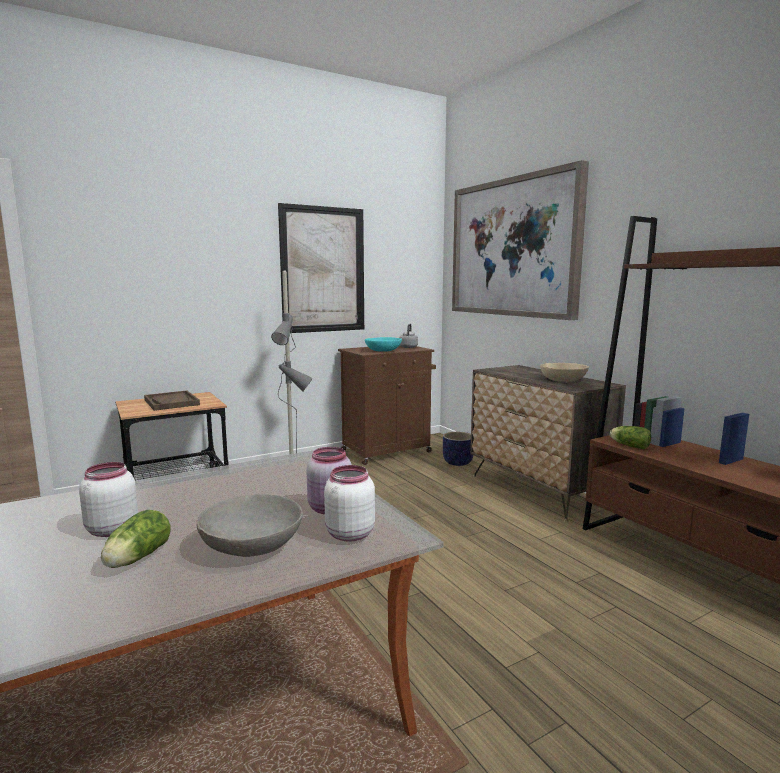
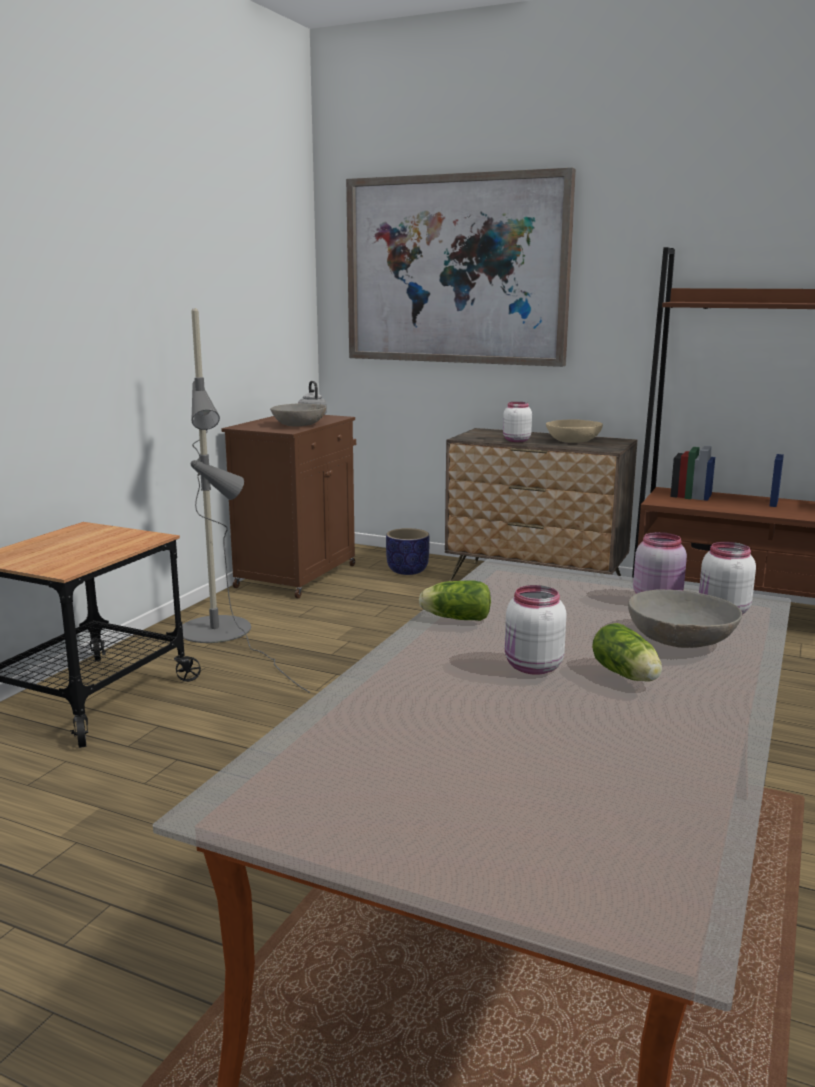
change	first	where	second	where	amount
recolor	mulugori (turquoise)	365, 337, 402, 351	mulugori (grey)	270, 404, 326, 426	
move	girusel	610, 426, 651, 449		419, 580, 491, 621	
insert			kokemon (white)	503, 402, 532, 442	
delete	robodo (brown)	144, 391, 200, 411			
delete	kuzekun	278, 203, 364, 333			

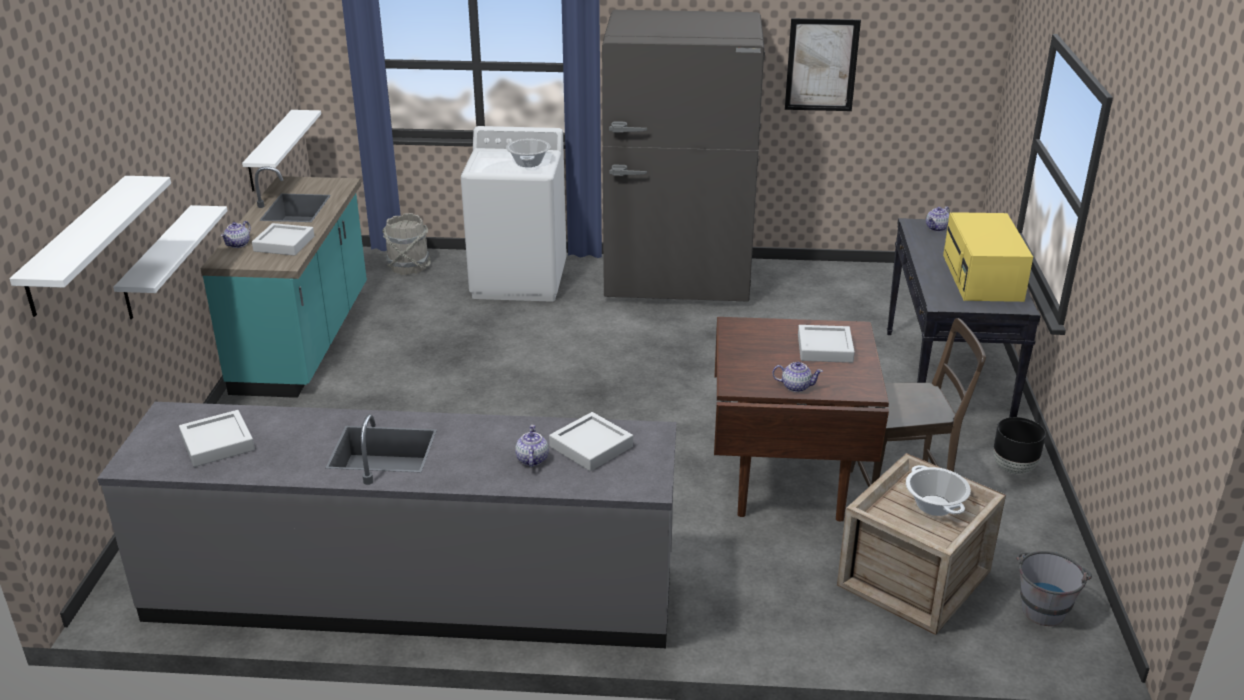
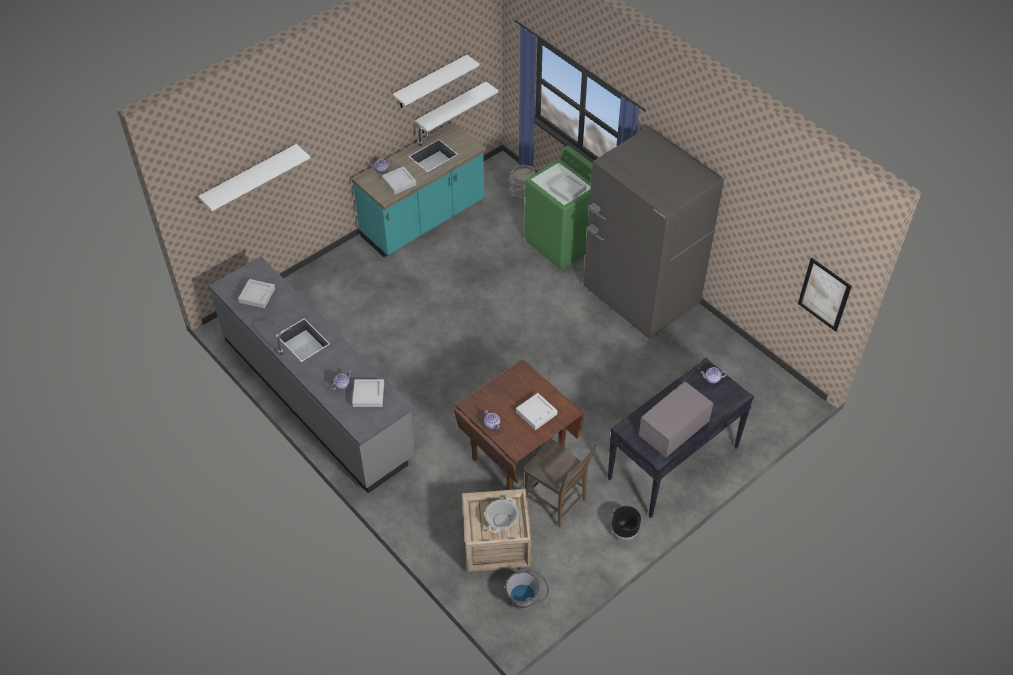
change	first	where	second	where	amount
move	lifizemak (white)	113, 205, 228, 319		393, 55, 480, 108	
recolor	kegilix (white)	461, 126, 567, 302	kegilix (green)	525, 146, 592, 270	
replace	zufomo	506, 139, 550, 167	robodo (grey)	550, 173, 586, 202	
recolor	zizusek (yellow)	943, 212, 1033, 302	zizusek (grey)	639, 382, 713, 457	
move	kuzekun	785, 18, 861, 111		798, 258, 852, 332	

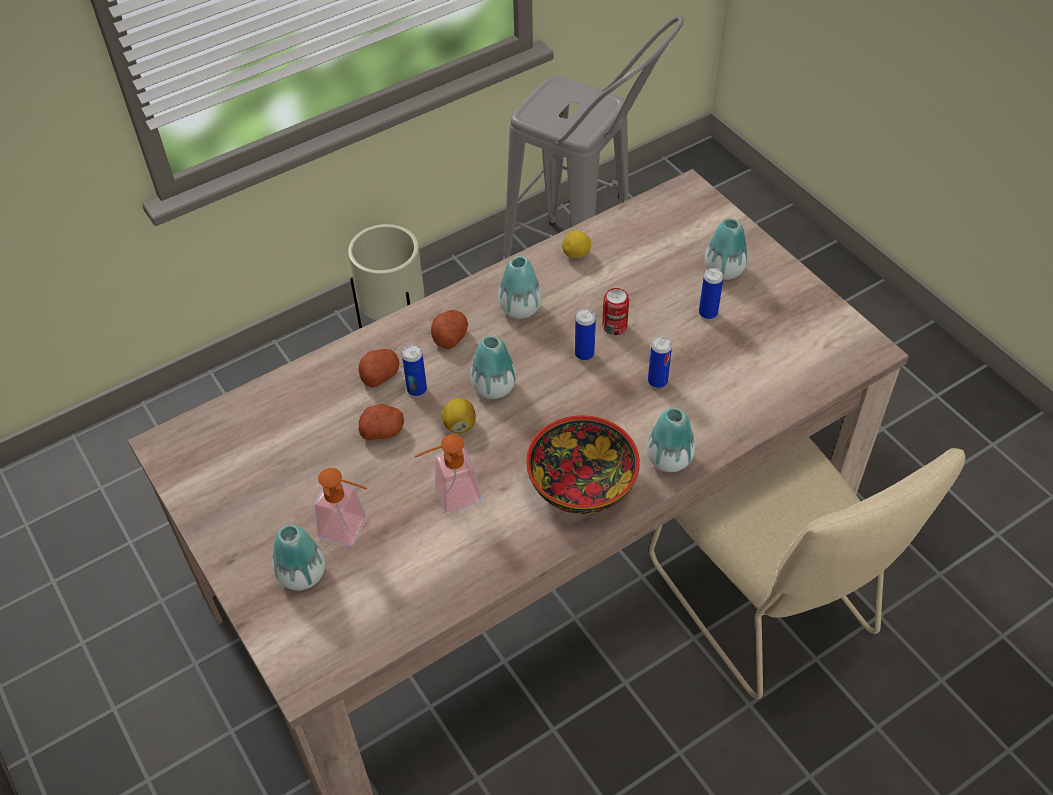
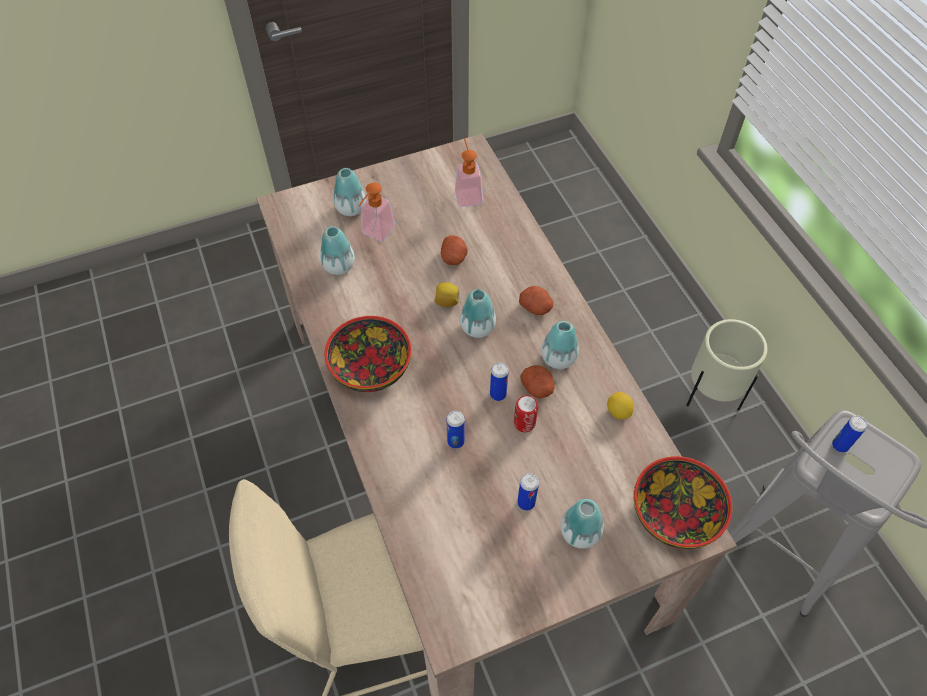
change	first	where	second	where	amount
move	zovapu	647, 408, 695, 472		320, 226, 355, 275	
move	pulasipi	415, 434, 481, 513		455, 138, 483, 207	
move	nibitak	358, 349, 399, 388		521, 365, 555, 399	
insert			mulugori	634, 456, 732, 549	
move	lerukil	402, 345, 427, 396		832, 416, 868, 453	

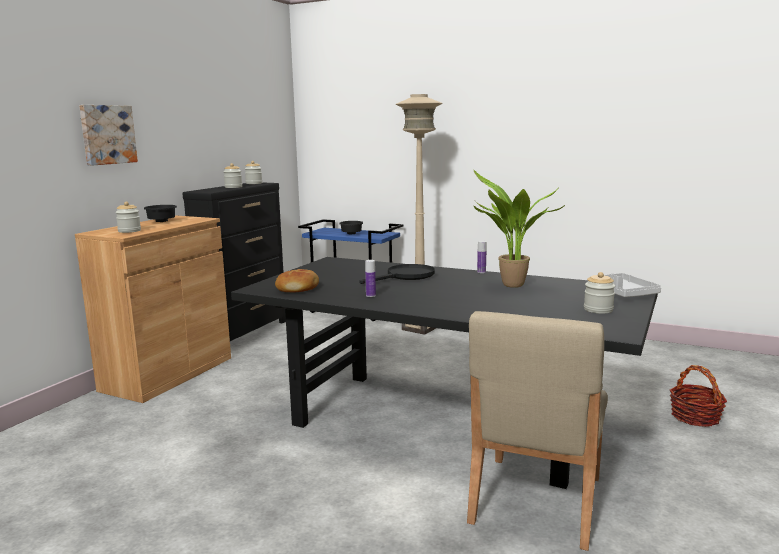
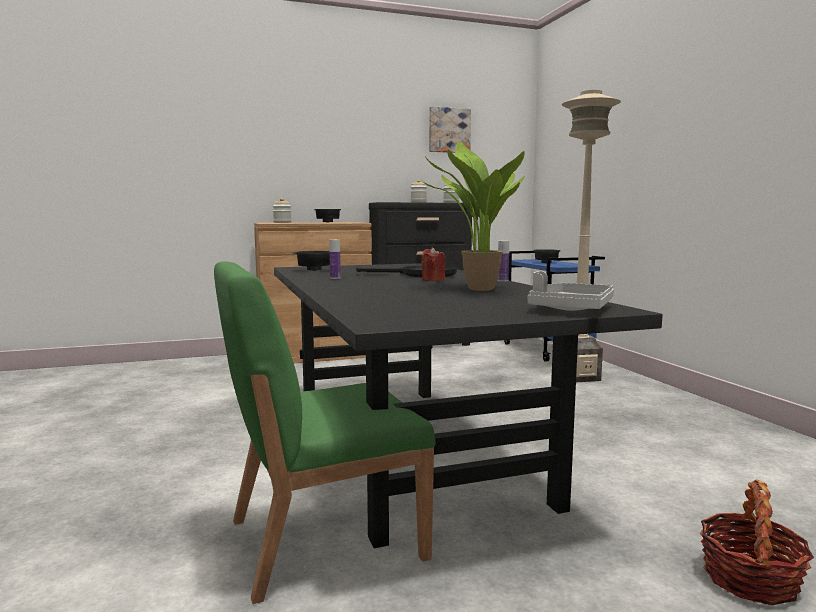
change	first	where	second	where	amount
recolor	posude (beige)	467, 311, 608, 551	posude (green)	214, 261, 435, 604	
replace	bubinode	275, 269, 319, 292	mulugori (black)	294, 251, 330, 271	
insert			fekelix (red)	421, 247, 445, 281	
move	kuzekun	79, 105, 138, 166		429, 106, 471, 153	
delete	kokemon	584, 272, 615, 314			

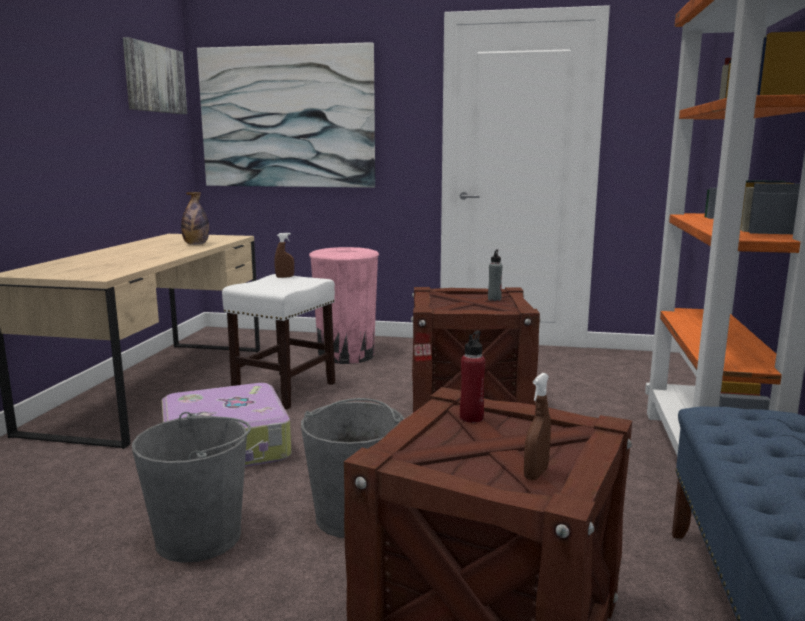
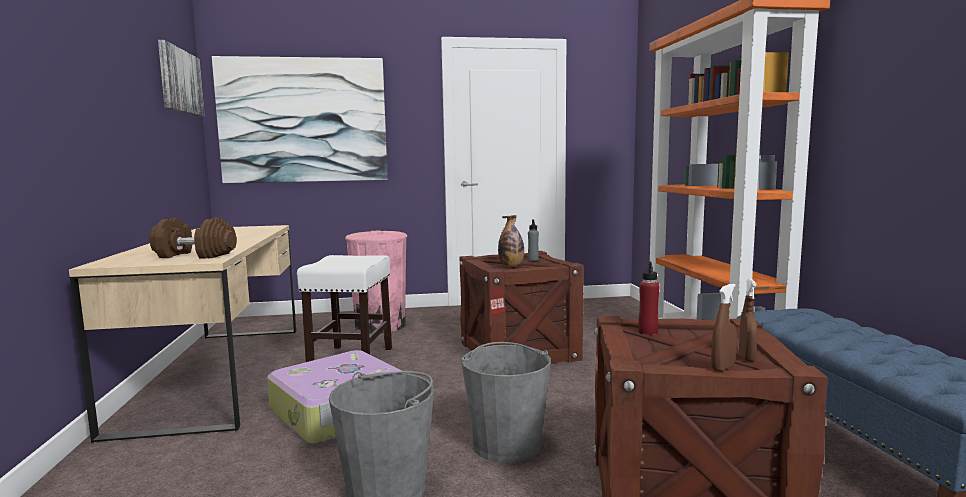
change	first	where	second	where	amount
insert			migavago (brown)	149, 218, 237, 259	
move	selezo	181, 192, 209, 245		498, 215, 524, 266	
move	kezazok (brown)	274, 233, 294, 278		711, 284, 737, 371	

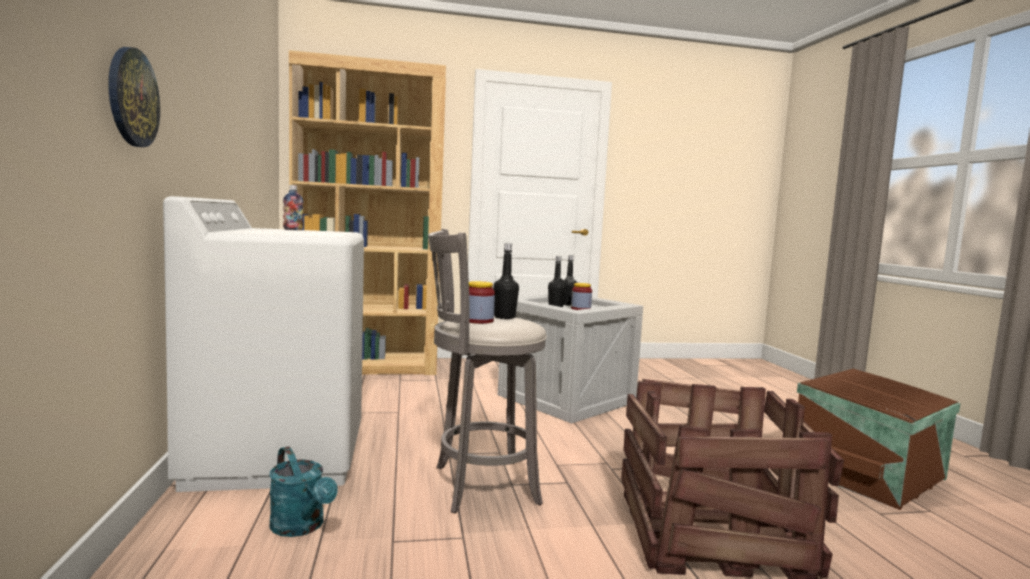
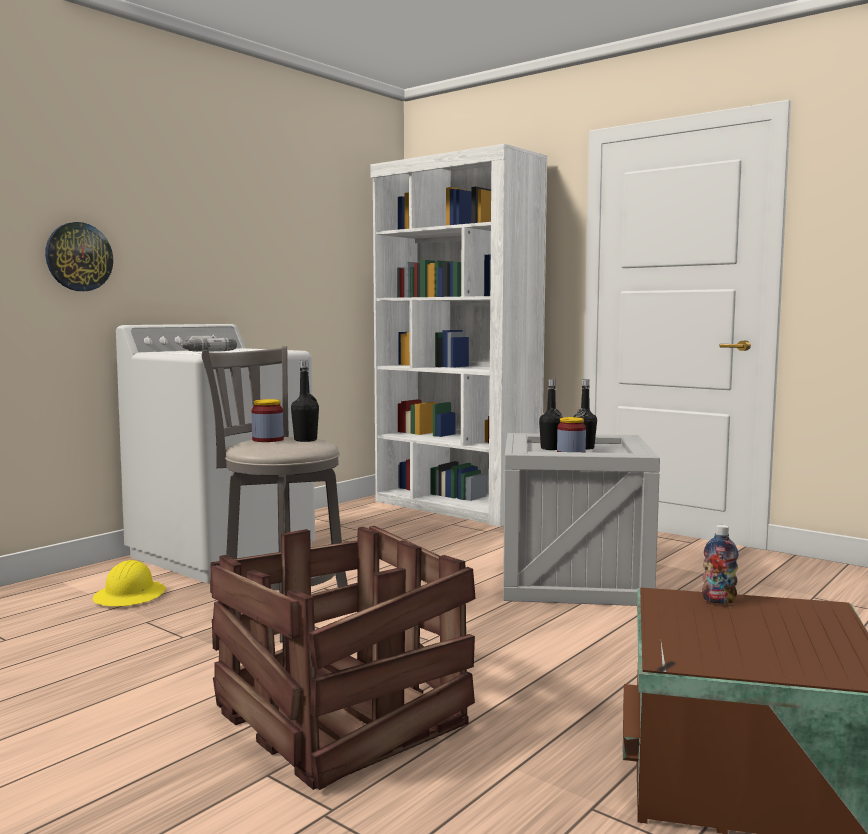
change	first	where	second	where	amount
replace	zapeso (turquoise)	269, 446, 338, 537	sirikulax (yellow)	93, 560, 166, 606	
insert			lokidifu	180, 336, 237, 351	
recolor	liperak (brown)	289, 50, 446, 375	liperak (white)	370, 144, 547, 527	
move	selezo	283, 185, 303, 230		702, 525, 739, 604	

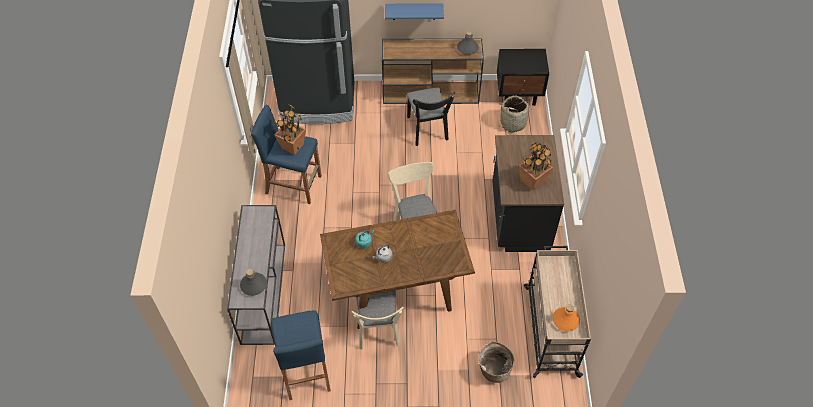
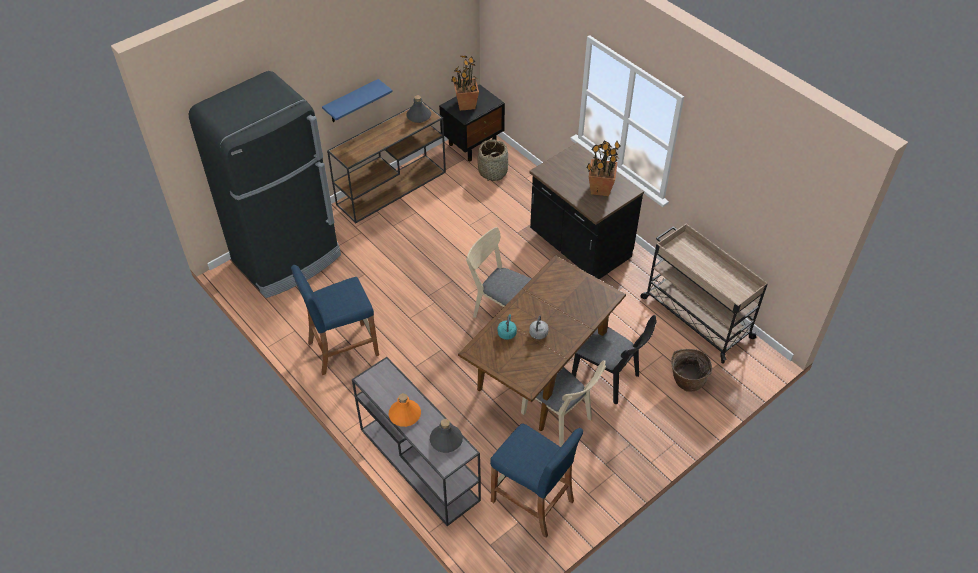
change	first	where	second	where	amount
move	selezo (orange)	553, 304, 580, 331		388, 393, 421, 427	
move	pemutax	274, 105, 306, 155		451, 56, 479, 111	
move	posude (black)	407, 88, 455, 146		572, 315, 657, 405	

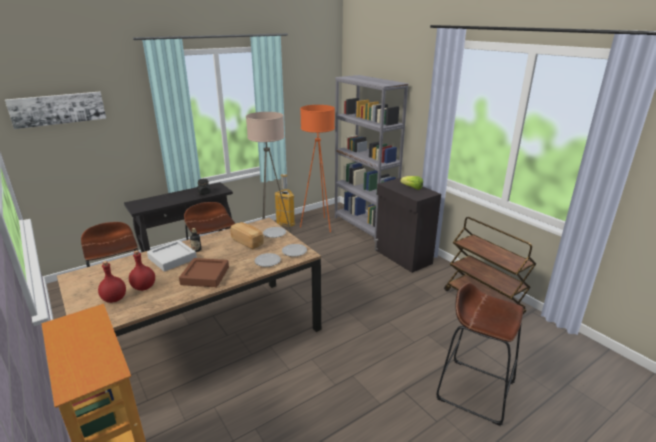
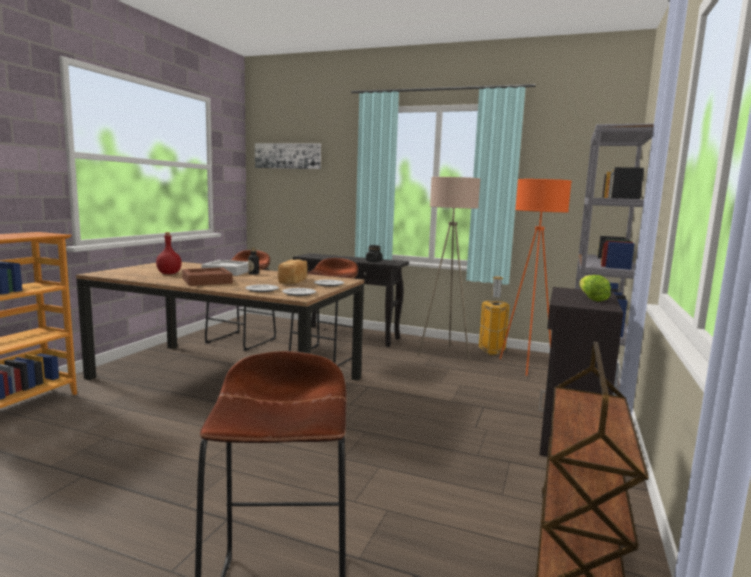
change	first	where	second	where	amount
delete	selezo (red)	98, 261, 126, 303			

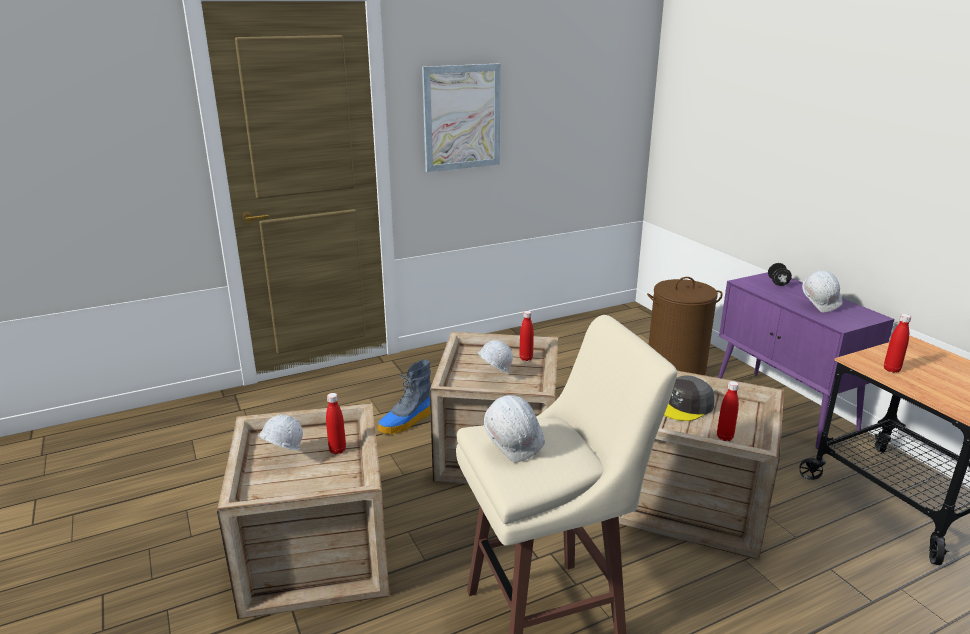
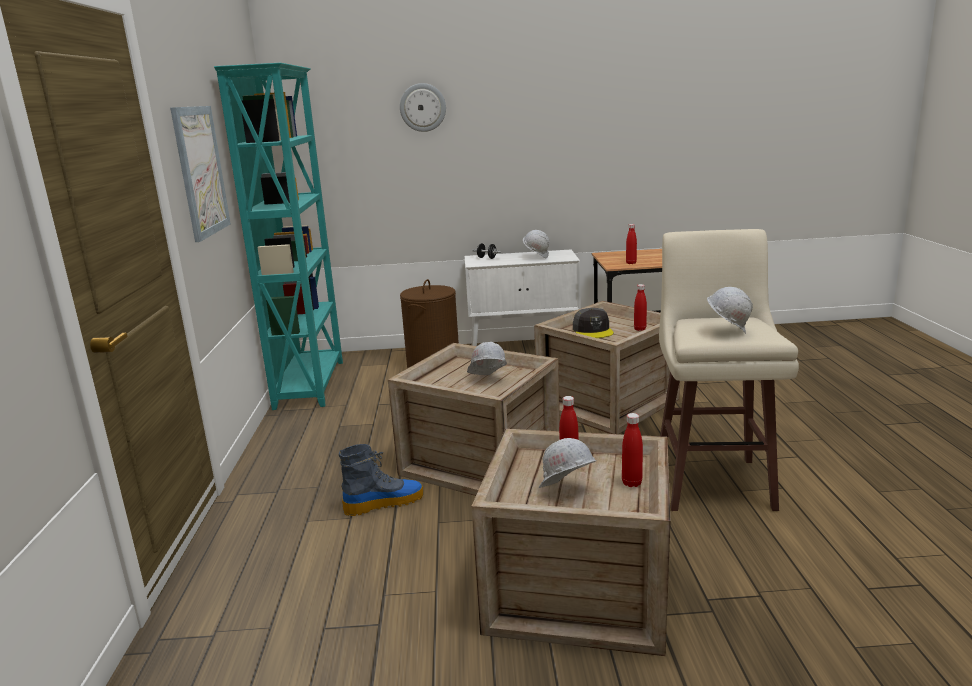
change	first	where	second	where	amount
insert			liperak (turquoise)	214, 63, 343, 410	
rotate	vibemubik	378, 359, 431, 435		339, 444, 424, 516	90 degrees counterclockwise
insert			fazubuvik	400, 83, 446, 132	
recolor	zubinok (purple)	718, 272, 894, 449	zubinok (white)	465, 249, 580, 346	
move	selezo (red)	519, 311, 534, 361		622, 413, 643, 487	

